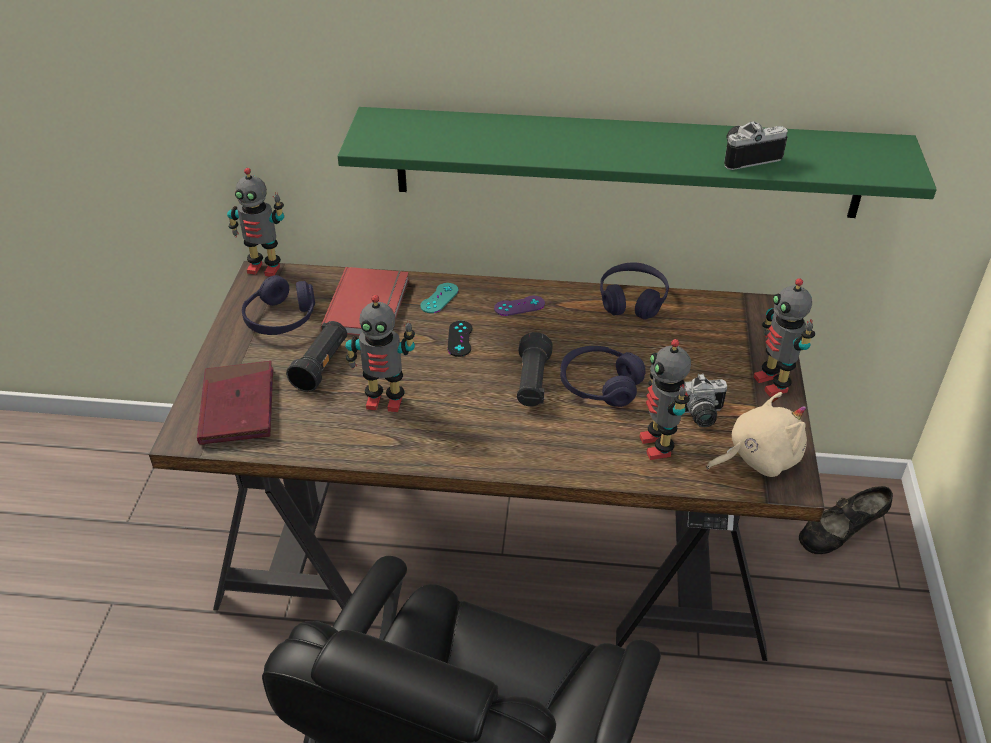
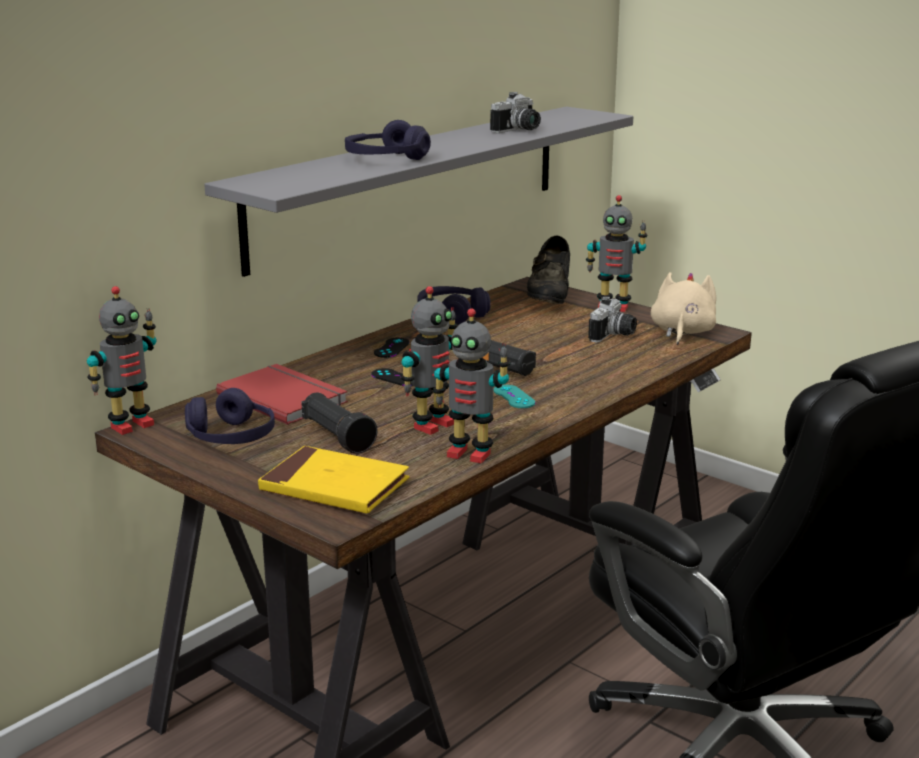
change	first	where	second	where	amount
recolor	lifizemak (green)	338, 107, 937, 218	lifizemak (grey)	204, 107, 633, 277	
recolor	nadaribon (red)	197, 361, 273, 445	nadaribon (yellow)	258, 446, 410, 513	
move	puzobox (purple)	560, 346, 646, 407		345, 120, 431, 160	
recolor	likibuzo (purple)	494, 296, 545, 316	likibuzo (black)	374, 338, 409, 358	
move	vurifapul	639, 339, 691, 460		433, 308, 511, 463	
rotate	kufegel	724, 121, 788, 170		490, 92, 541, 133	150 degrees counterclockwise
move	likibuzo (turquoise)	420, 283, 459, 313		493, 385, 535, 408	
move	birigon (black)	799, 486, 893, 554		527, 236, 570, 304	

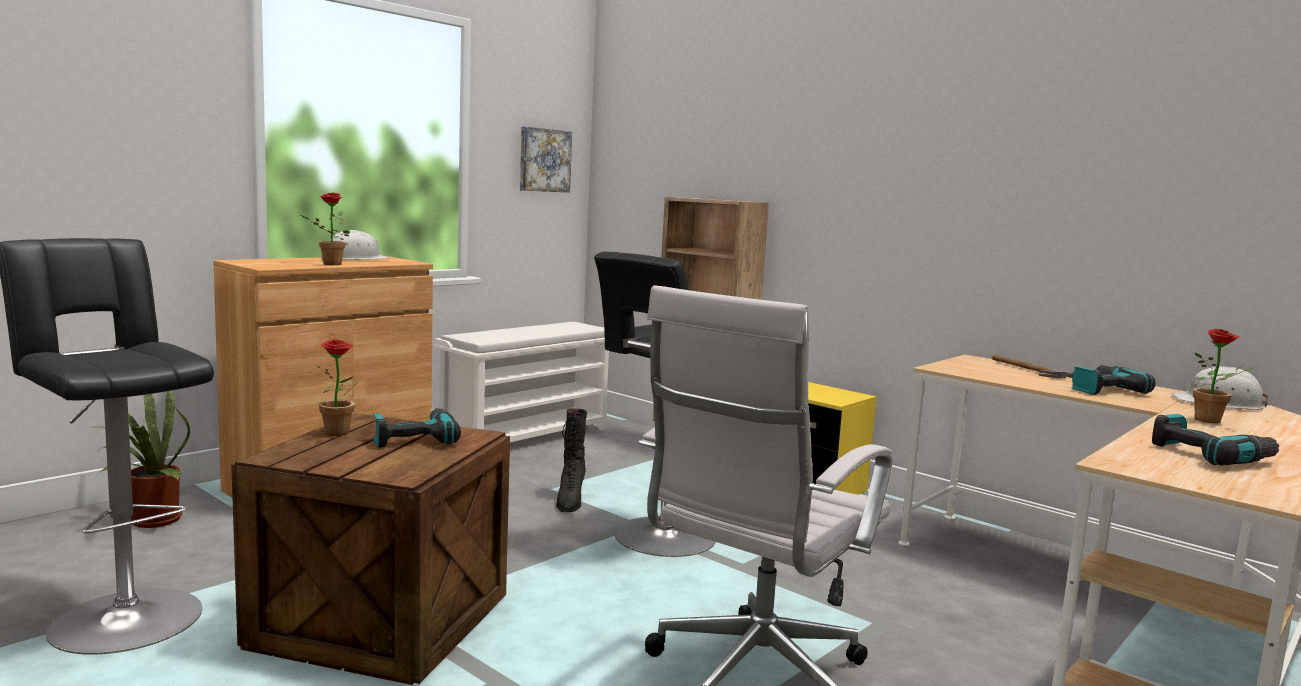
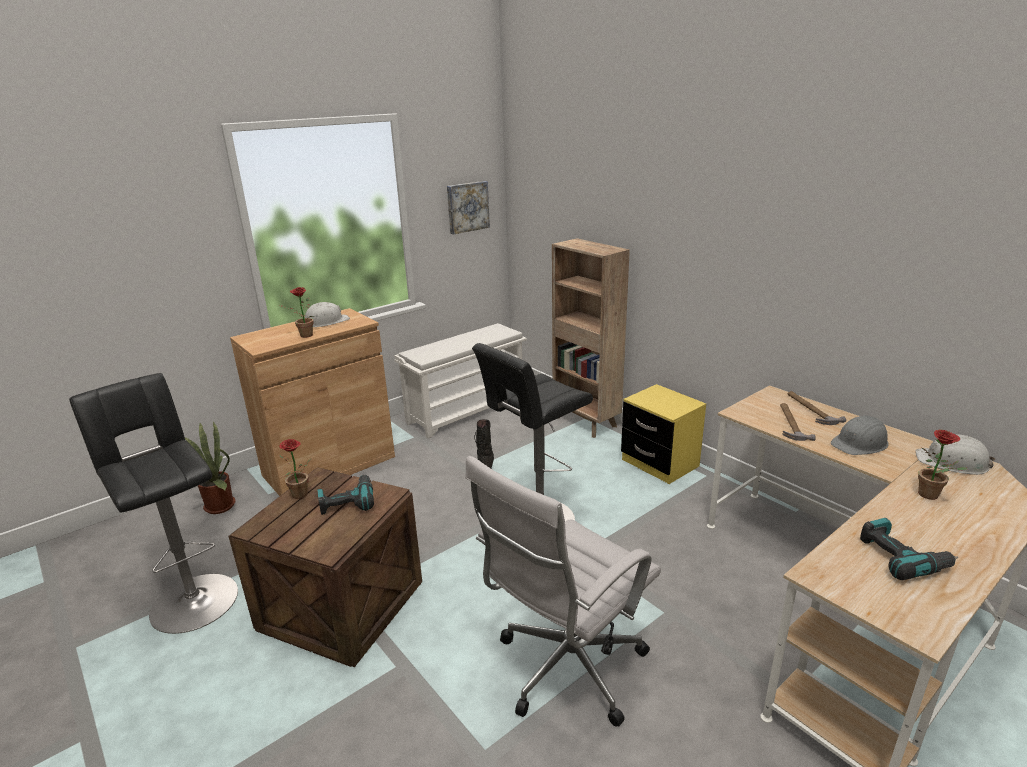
change	first	where	second	where	amount
insert			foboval	780, 403, 816, 441	
replace	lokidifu	1072, 365, 1156, 395	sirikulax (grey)	831, 415, 889, 455	

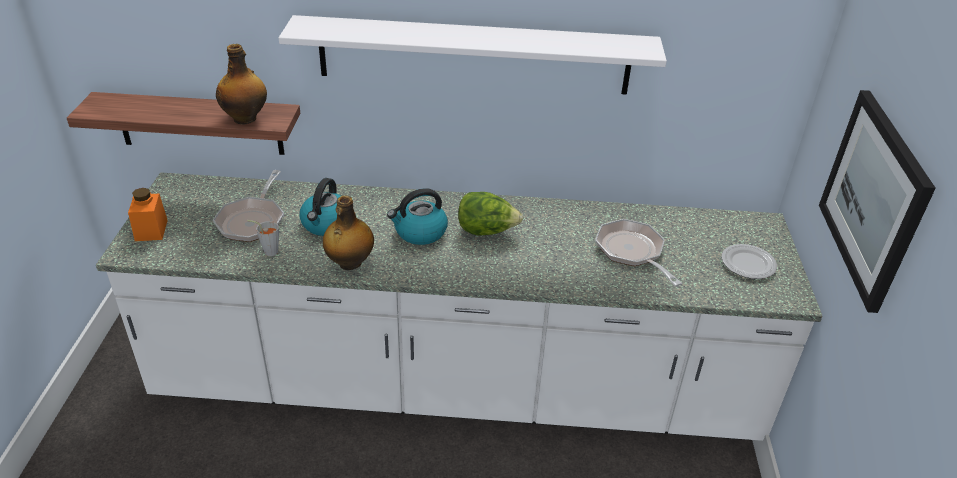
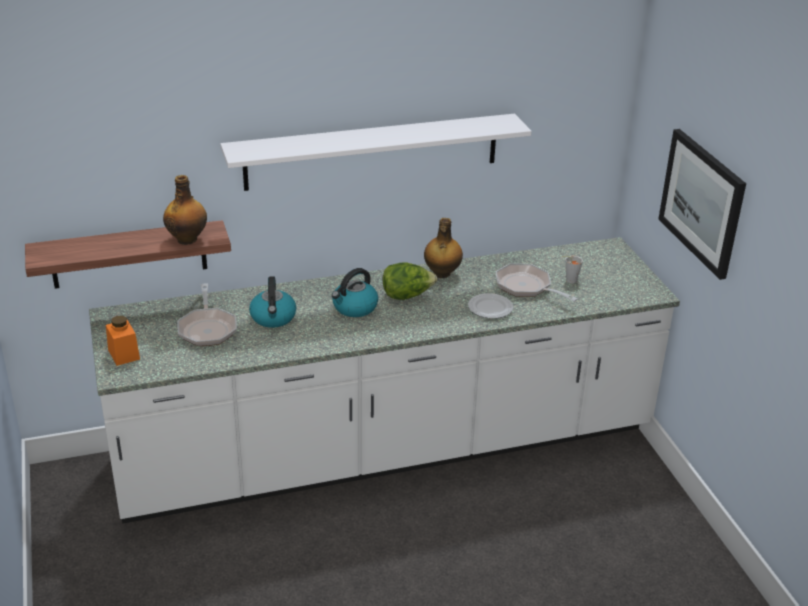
change	first	where	second	where	amount
move	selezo	323, 195, 374, 270		424, 218, 463, 278	
move	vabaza	721, 244, 777, 279		468, 293, 513, 319	
move	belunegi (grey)	247, 220, 279, 256		562, 256, 583, 284	

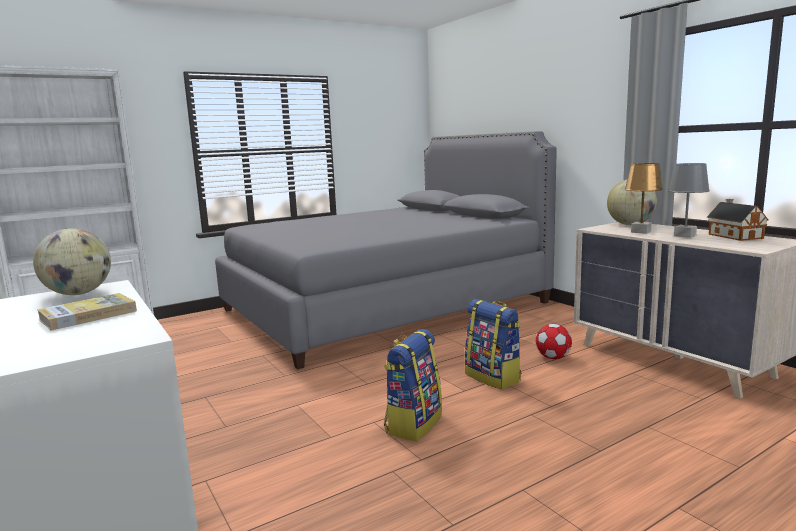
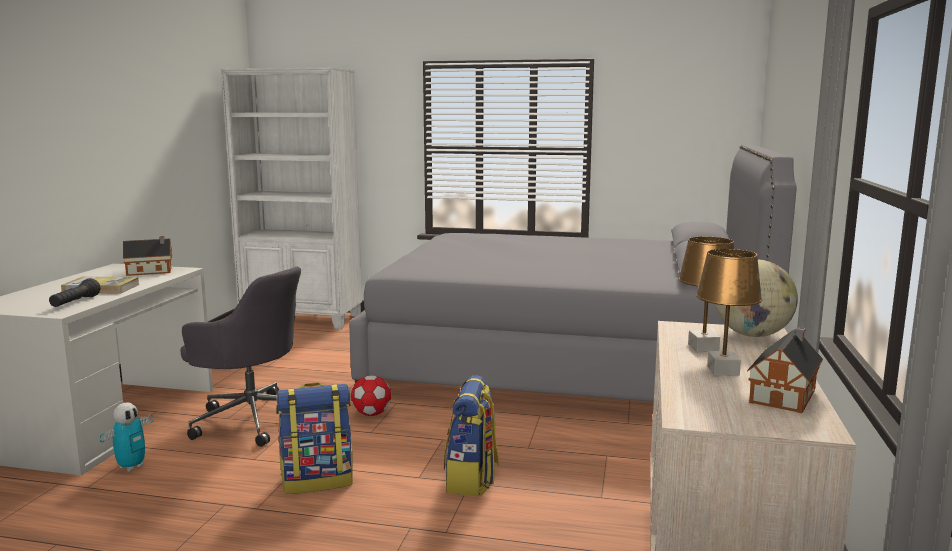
change	first	where	second	where	amount
insert			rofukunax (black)	49, 278, 101, 307	
insert			vurifapul	100, 403, 154, 472	
replace	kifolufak	33, 228, 111, 295	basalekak	123, 236, 172, 276	
insert			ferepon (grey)	180, 267, 301, 447	
move	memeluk	536, 324, 572, 359		351, 375, 391, 416	
recolor	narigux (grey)	668, 163, 710, 238	narigux (brown)	696, 249, 762, 376	

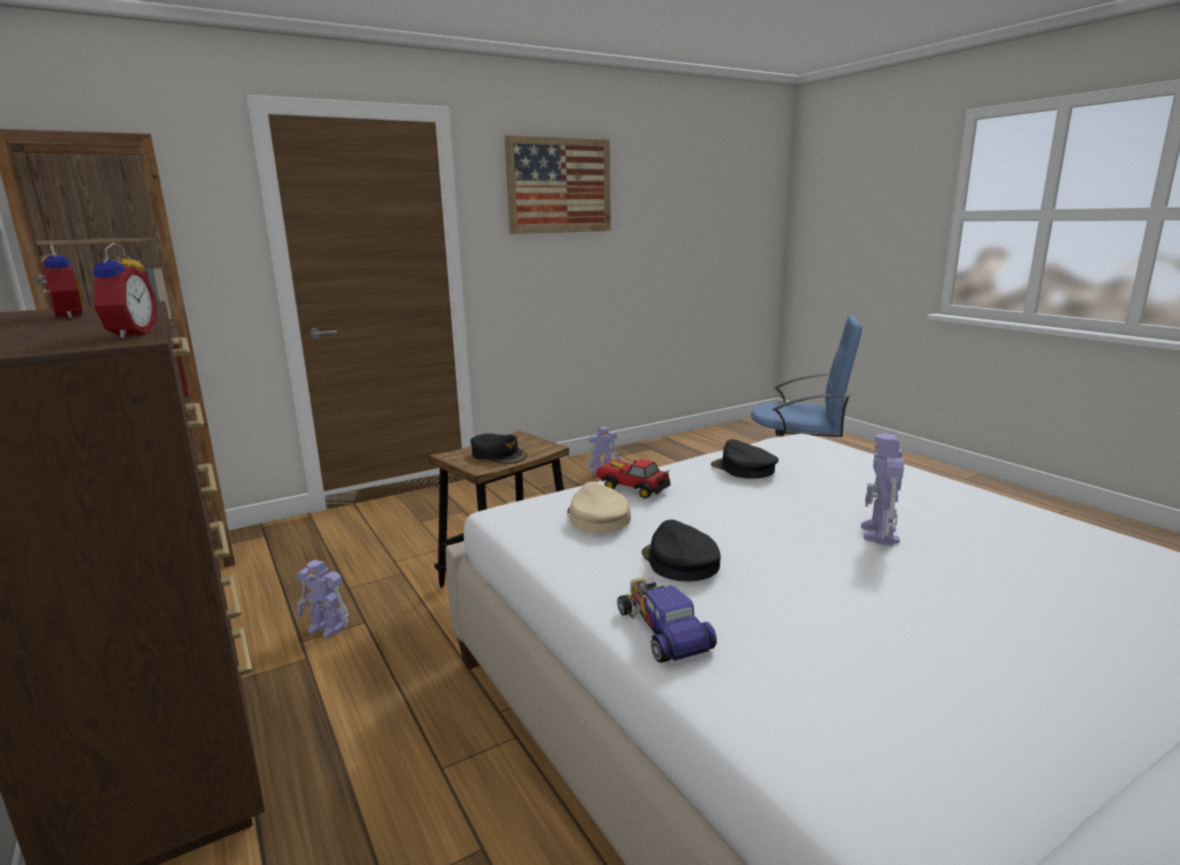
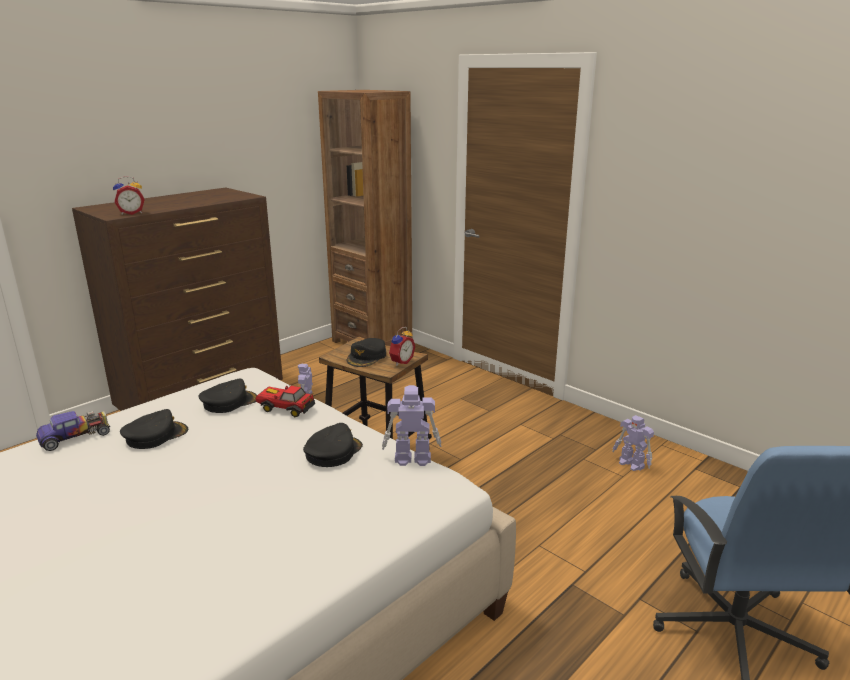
change	first	where	second	where	amount
recolor	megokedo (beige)	567, 481, 631, 533	megokedo (black)	198, 379, 257, 413	
rotate	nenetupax	596, 459, 671, 499		256, 386, 315, 417	90 degrees counterclockwise
move	vurifapul	861, 434, 904, 545		382, 385, 441, 466	
move	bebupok	33, 241, 82, 318		389, 327, 415, 366	
delete	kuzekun	505, 135, 611, 234			

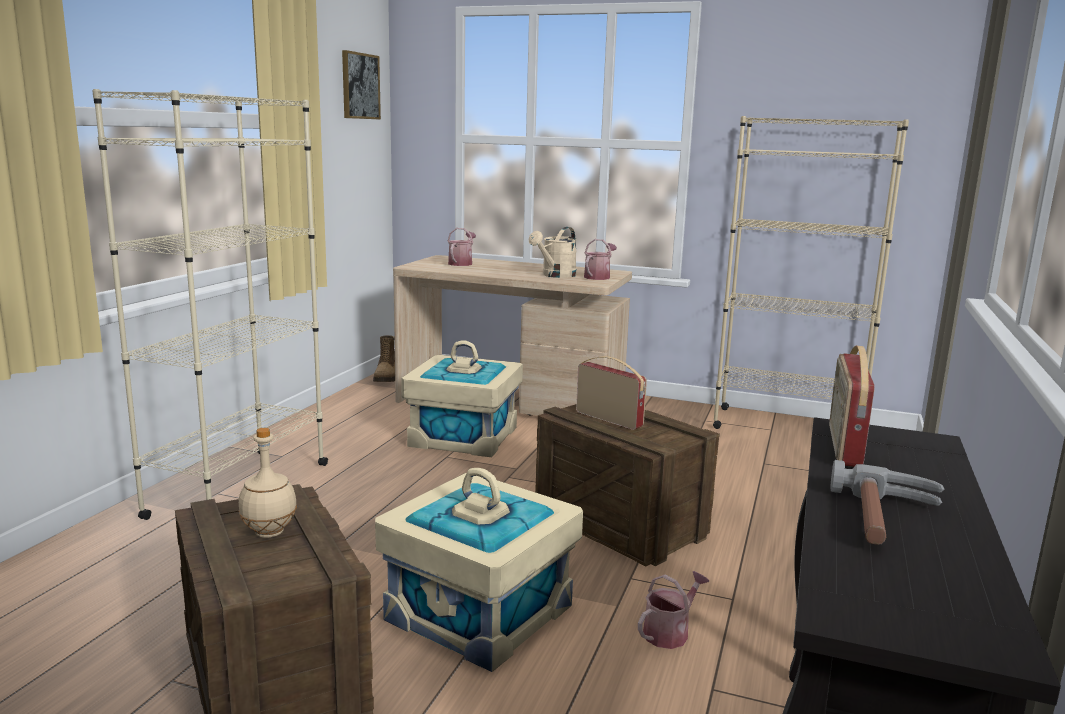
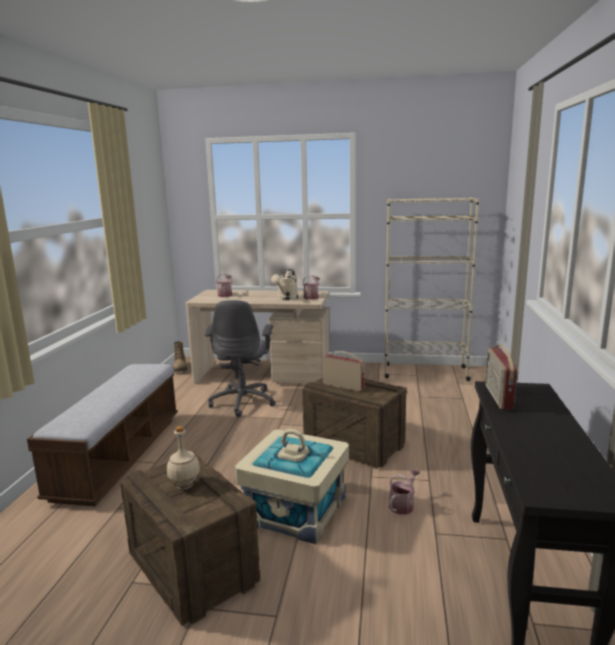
change	first	where	second	where	amount
replace	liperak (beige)	92, 89, 328, 520	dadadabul	27, 364, 178, 506	
replace	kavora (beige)	401, 340, 523, 457	ferepon (grey)	204, 300, 276, 417	
delete	kuzekun	342, 50, 381, 119			
delete	foboval	831, 460, 944, 545			

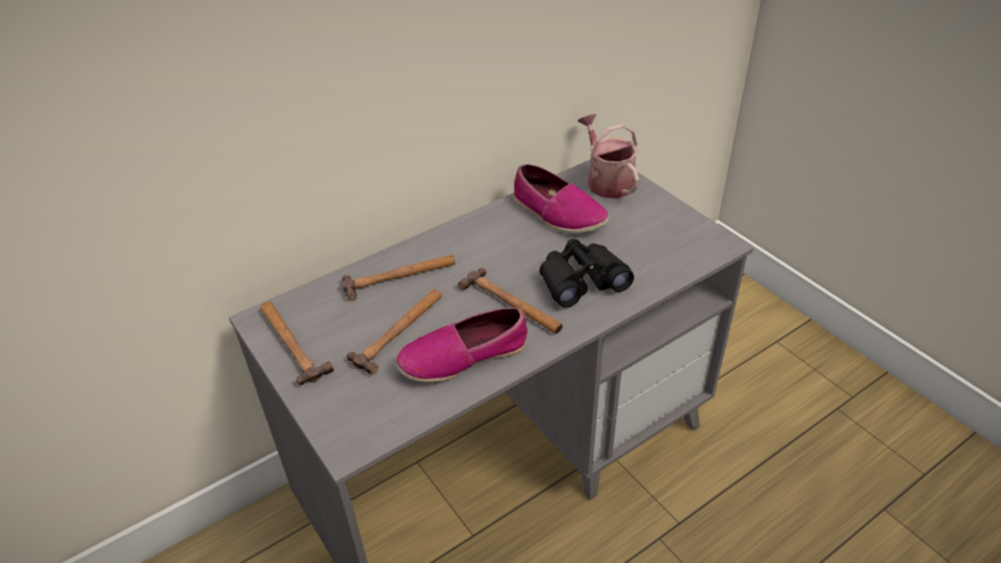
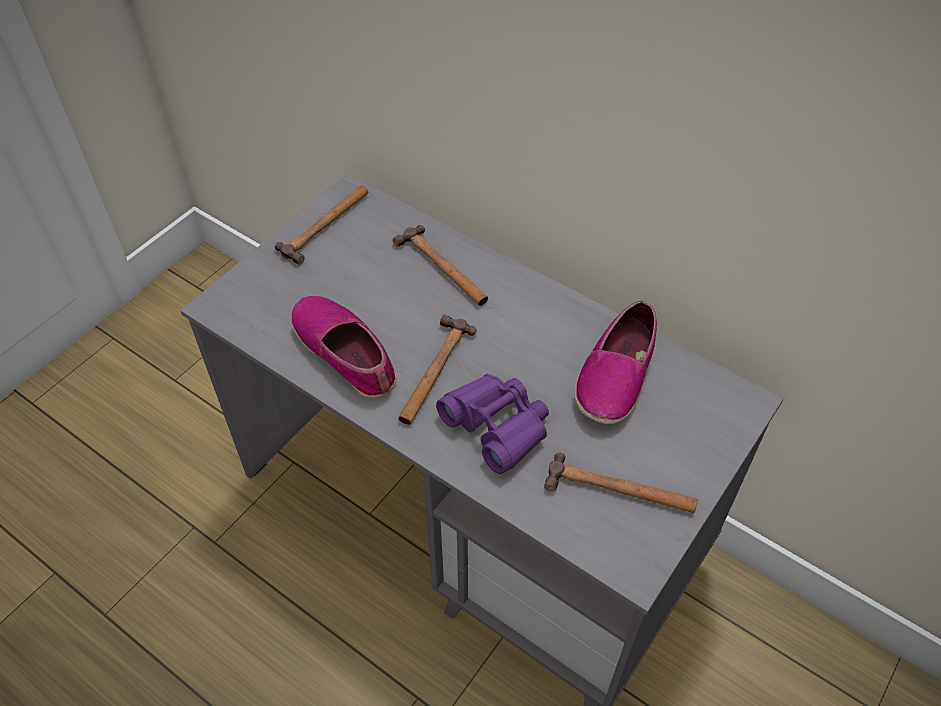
change	first	where	second	where	amount
recolor	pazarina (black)	539, 239, 634, 307	pazarina (purple)	436, 374, 549, 474	
move	foboval	347, 289, 442, 375		544, 452, 697, 513	
delete	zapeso	578, 114, 639, 199			

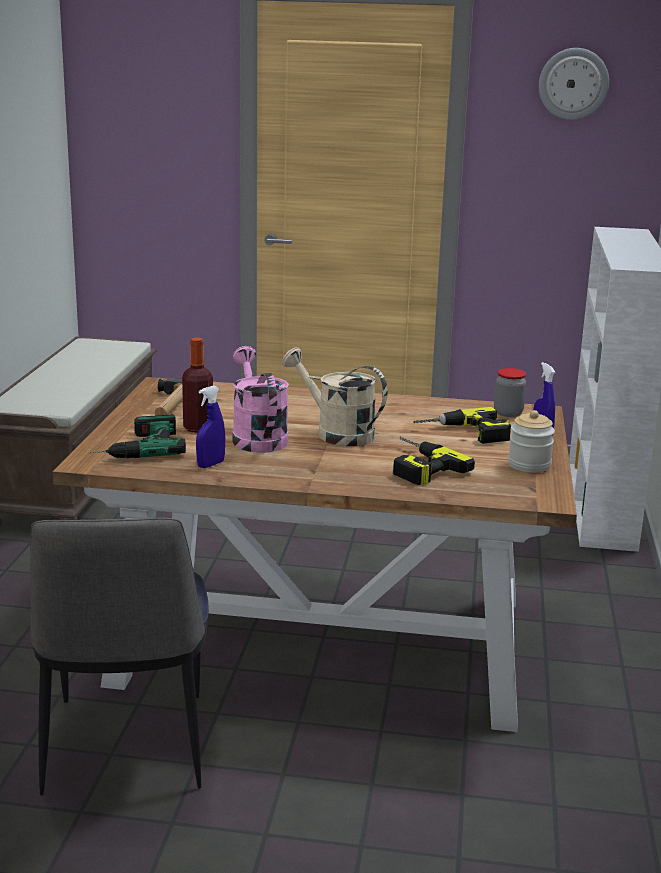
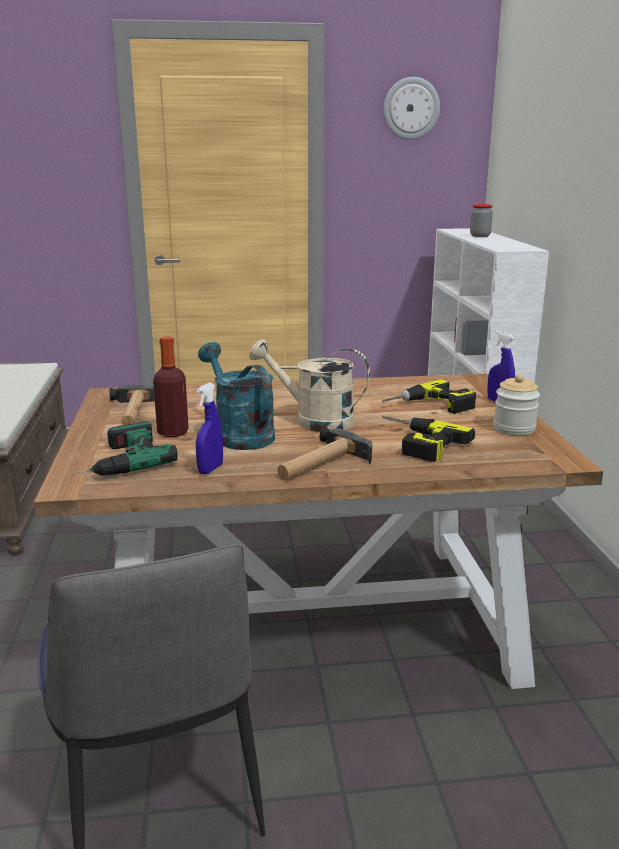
change	first	where	second	where	amount
recolor	zapeso (pink)	232, 346, 289, 453	zapeso (turquoise)	198, 342, 275, 450	
insert			foboval	277, 427, 372, 480	
move	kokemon	494, 368, 526, 417		470, 204, 493, 237	

